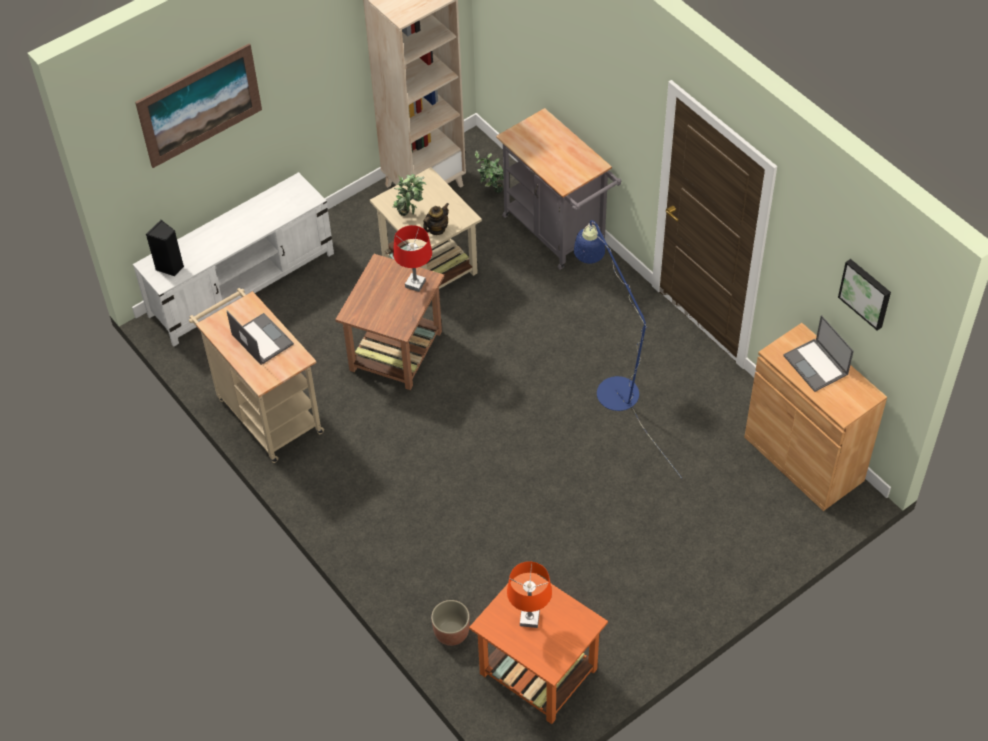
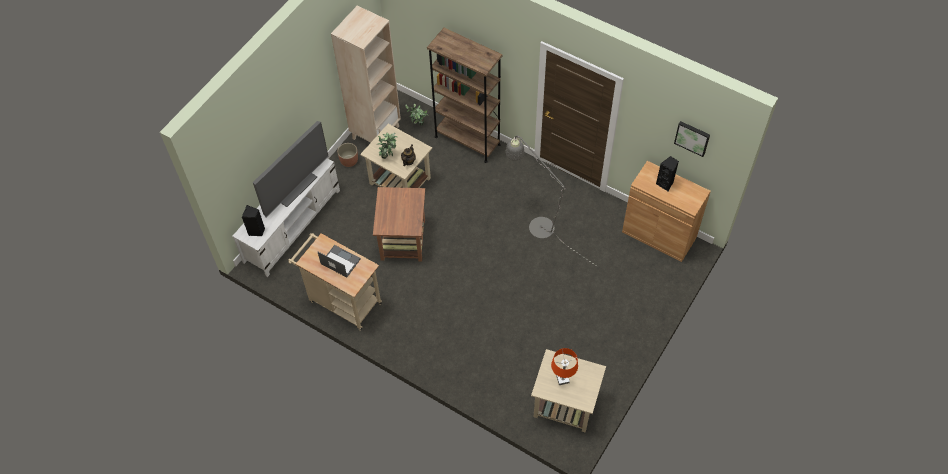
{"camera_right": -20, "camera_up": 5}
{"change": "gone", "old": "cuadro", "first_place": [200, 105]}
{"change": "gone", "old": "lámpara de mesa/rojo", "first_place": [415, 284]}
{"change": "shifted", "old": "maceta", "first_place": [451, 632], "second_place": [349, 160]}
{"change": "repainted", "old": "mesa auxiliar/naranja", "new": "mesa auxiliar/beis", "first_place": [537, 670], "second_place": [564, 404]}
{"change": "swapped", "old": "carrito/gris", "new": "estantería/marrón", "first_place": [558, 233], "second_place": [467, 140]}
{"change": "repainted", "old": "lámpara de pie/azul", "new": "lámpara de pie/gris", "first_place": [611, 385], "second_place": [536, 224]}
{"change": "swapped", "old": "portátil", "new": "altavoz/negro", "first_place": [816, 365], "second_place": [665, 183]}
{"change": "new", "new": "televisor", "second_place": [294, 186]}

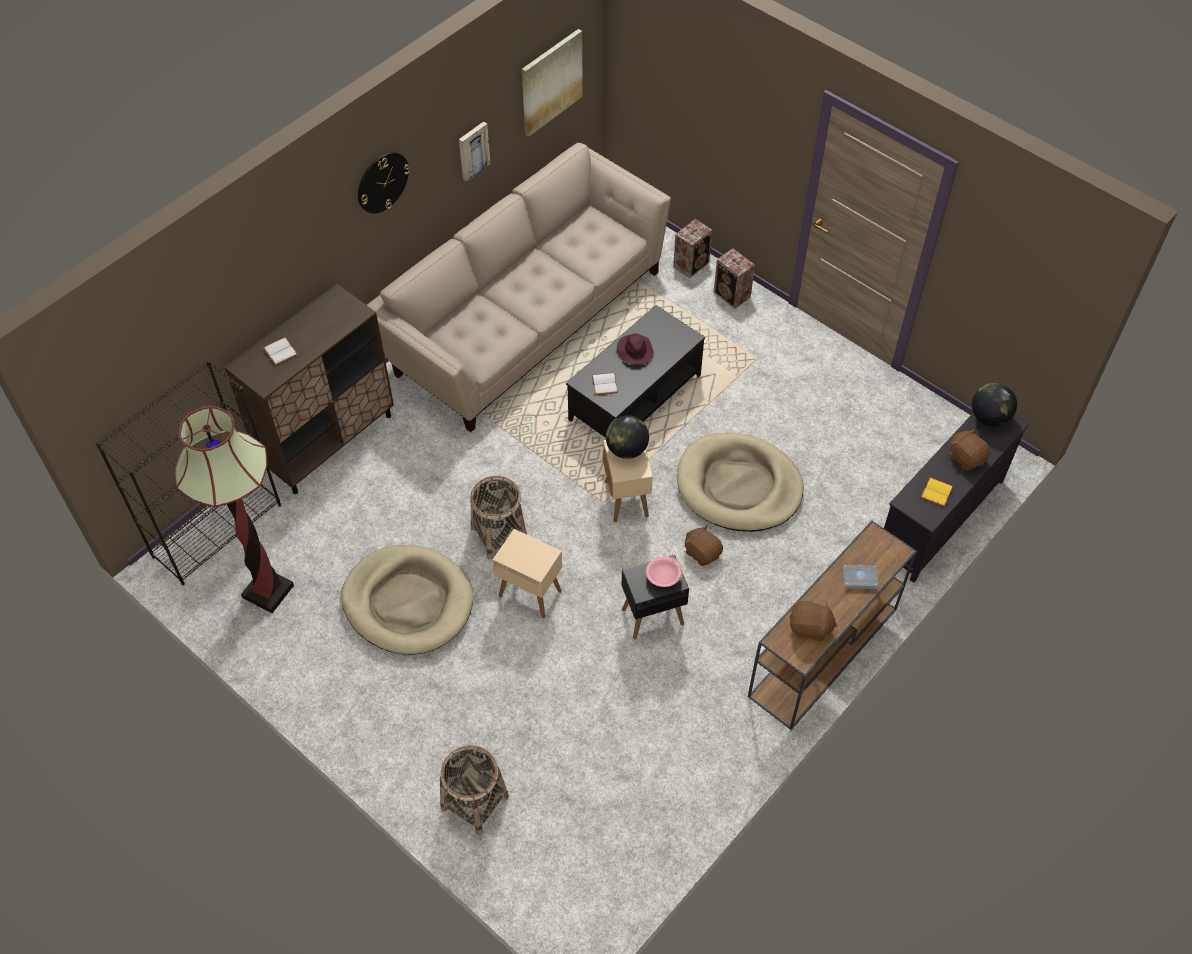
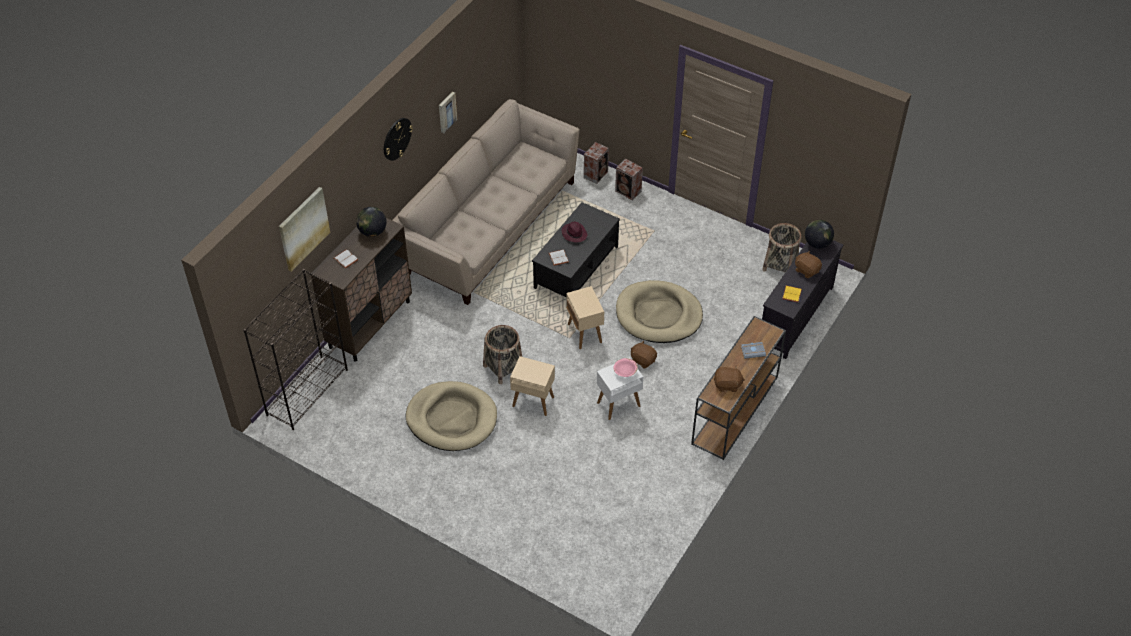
{"camera_right": -10, "camera_up": -5}
{"change": "gone", "old": "lámpara de pie", "first_place": [268, 591]}
{"change": "shifted", "old": "cesta", "first_place": [475, 803], "second_place": [780, 265]}
{"change": "shifted", "old": "cuadro", "first_place": [551, 82], "second_place": [303, 228]}
{"change": "shifted", "old": "globo terráqueo", "first_place": [626, 449], "second_place": [372, 232]}
{"change": "repainted", "old": "mesa auxiliar/negro", "new": "mesa auxiliar/blanco", "first_place": [652, 617], "second_place": [618, 404]}

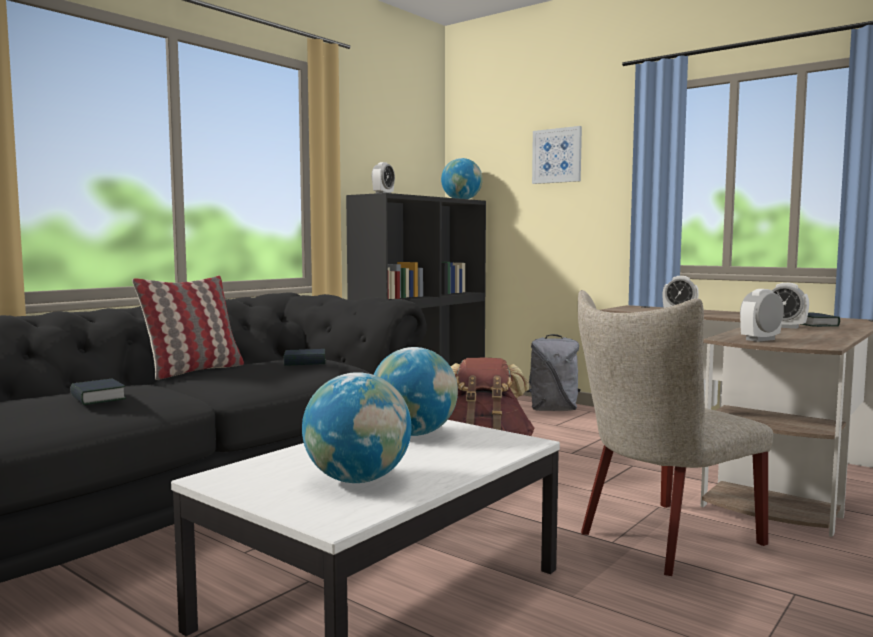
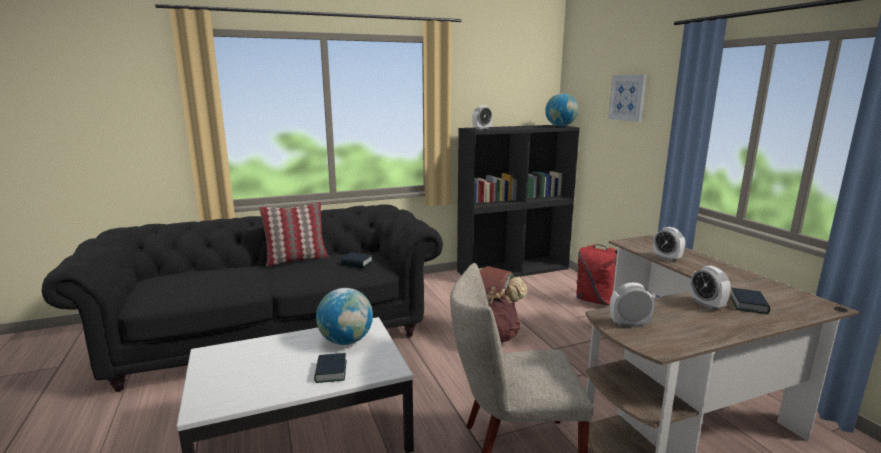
{"camera_right": 30, "camera_up": 10}
{"change": "shifted", "old": "libro", "first_place": [98, 398], "second_place": [331, 372]}
{"change": "gone", "old": "globo terráqueo", "first_place": [358, 480]}
{"change": "repainted", "old": "mochila/gris", "new": "mochila/rojo", "first_place": [553, 410], "second_place": [595, 300]}

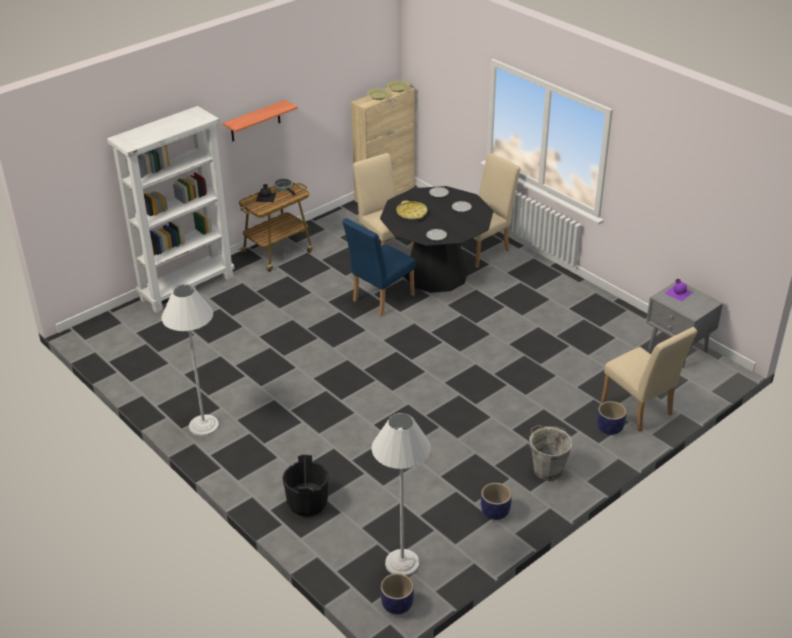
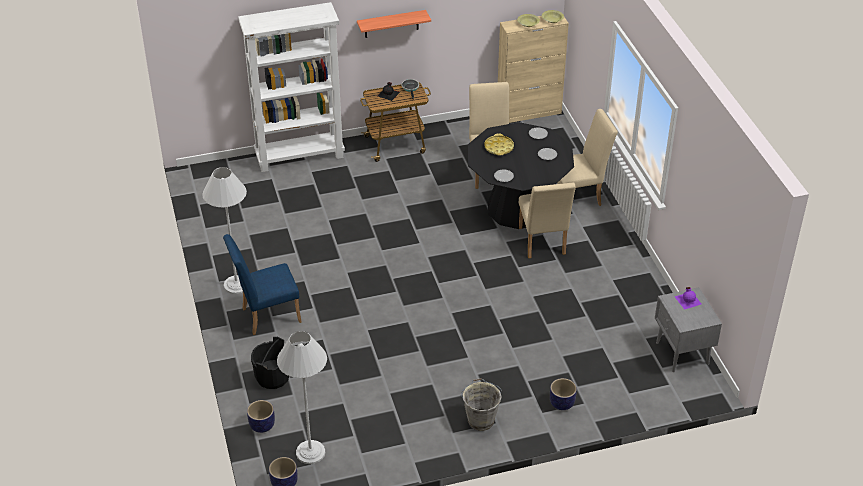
{"camera_right": 25, "camera_up": 5}
{"change": "shifted", "old": "silla/azul", "first_place": [379, 300], "second_place": [266, 316]}
{"change": "shifted", "old": "maceta", "first_place": [494, 512], "second_place": [262, 425]}
{"change": "shifted", "old": "silla/beis", "first_place": [640, 411], "second_place": [542, 244]}

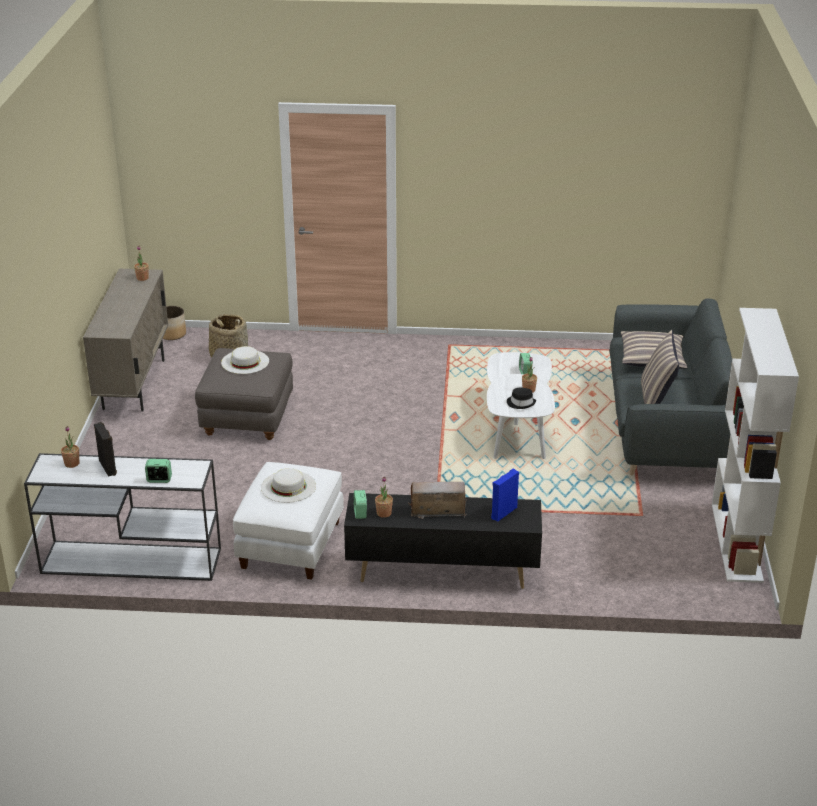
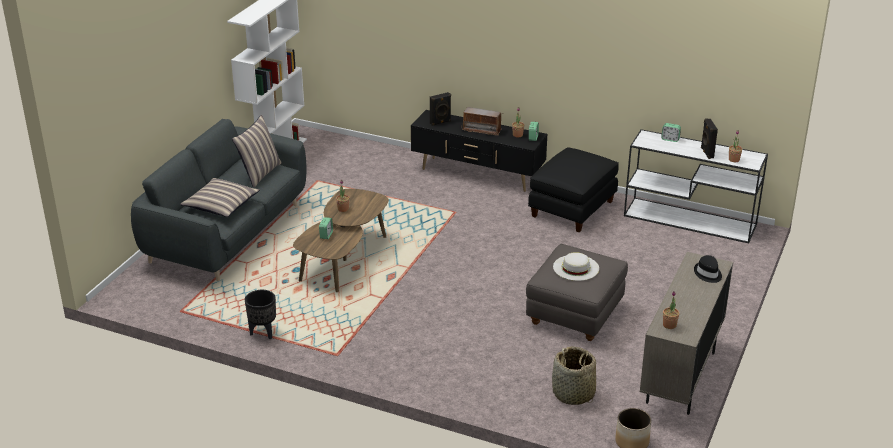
{"camera_right": -160, "camera_up": 0}
{"change": "repainted", "old": "puf/blanco", "new": "puf/negro", "first_place": [292, 545], "second_place": [572, 208]}
{"change": "gone", "old": "sombrero/blanco", "first_place": [288, 486]}
{"change": "repainted", "old": "mesa de centro/blanco", "new": "mesa de centro/marrón", "first_place": [517, 426], "second_place": [344, 259]}
{"change": "repainted", "old": "altavoz/azul", "new": "altavoz/negro", "first_place": [503, 512], "second_place": [440, 122]}
{"change": "shifted", "old": "sombrero/negro", "first_place": [521, 403], "second_place": [708, 274]}
{"change": "new", "new": "maceta/negro", "second_place": [263, 332]}

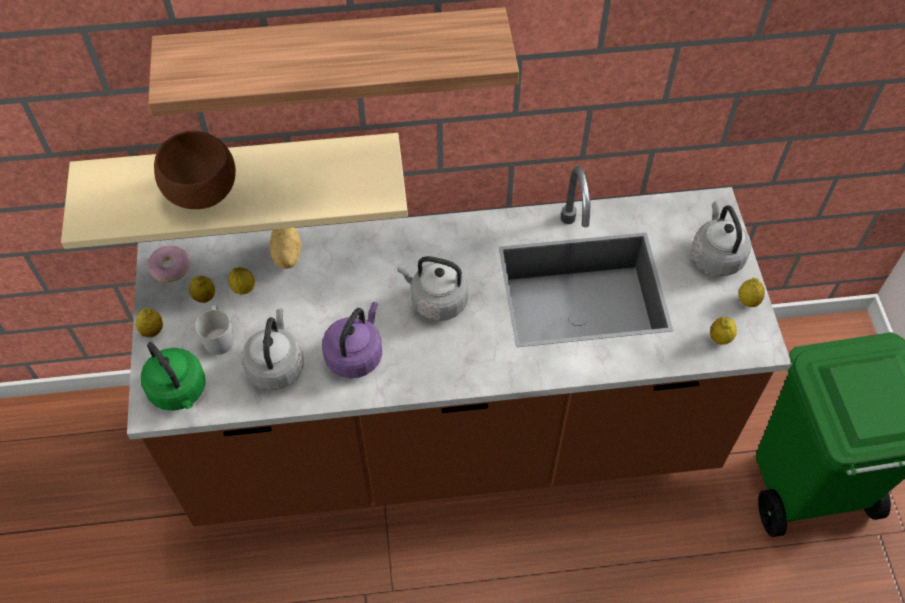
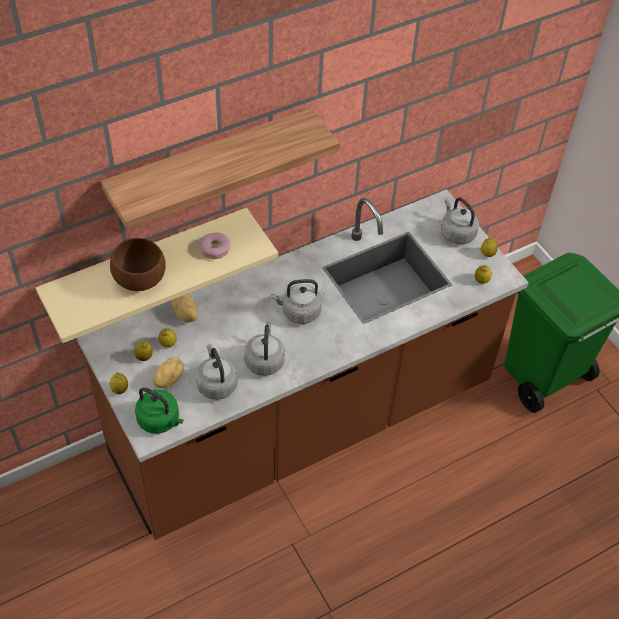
{"camera_right": -25, "camera_up": -5}
{"change": "shifted", "old": "rosquilla", "first_place": [170, 267], "second_place": [214, 249]}
{"change": "swapped", "old": "taza grande/blanco", "new": "patata", "first_place": [219, 337], "second_place": [168, 378]}
{"change": "repainted", "old": "hervidor/morado", "new": "hervidor/gris", "first_place": [355, 354], "second_place": [264, 360]}

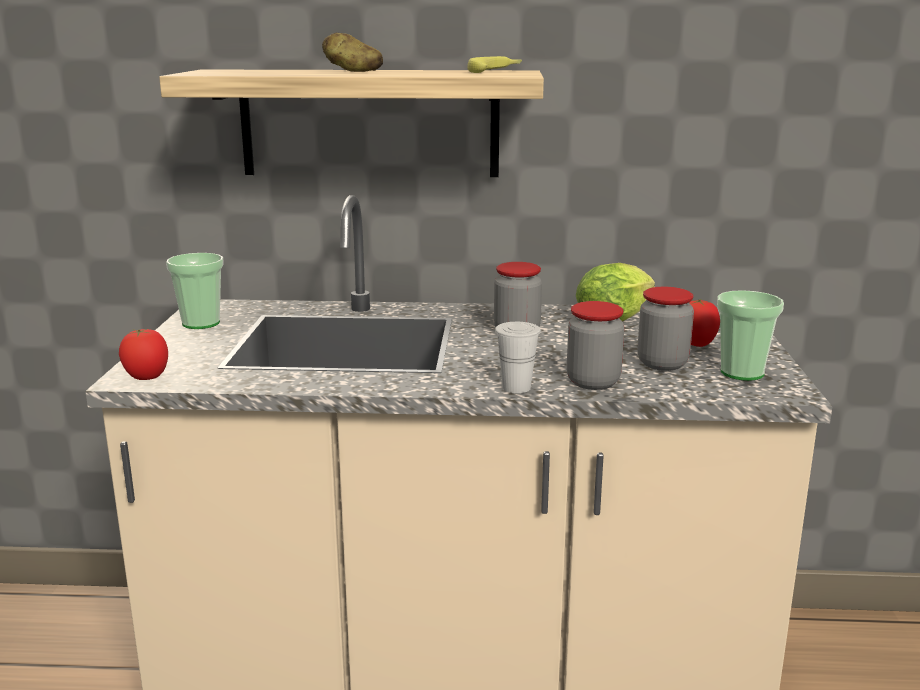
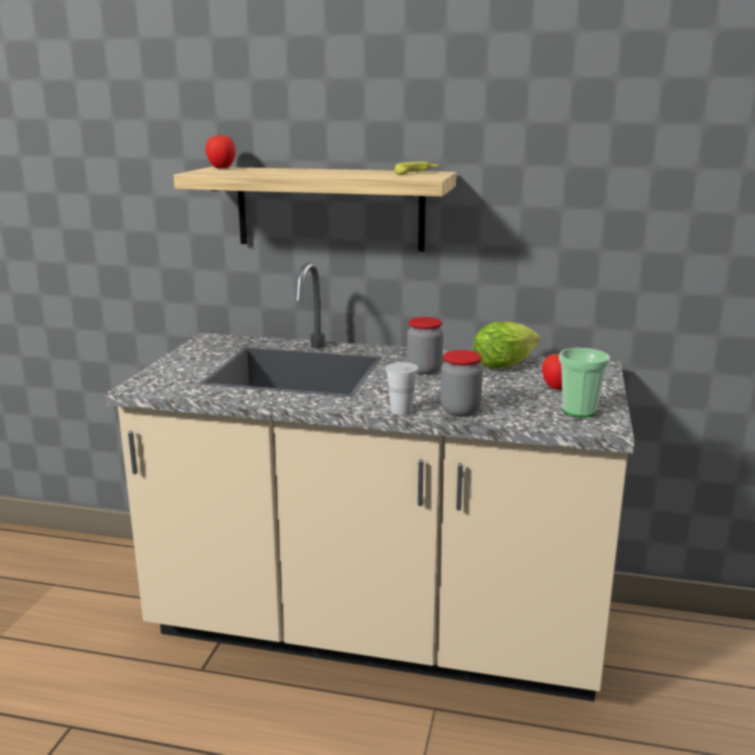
{"camera_right": 10, "camera_up": 0}
{"change": "shifted", "old": "tomate", "first_place": [147, 378], "second_place": [221, 168]}
{"change": "gone", "old": "taza", "first_place": [201, 323]}
{"change": "gone", "old": "patata", "first_place": [352, 71]}
{"change": "gone", "old": "tarro", "first_place": [662, 363]}

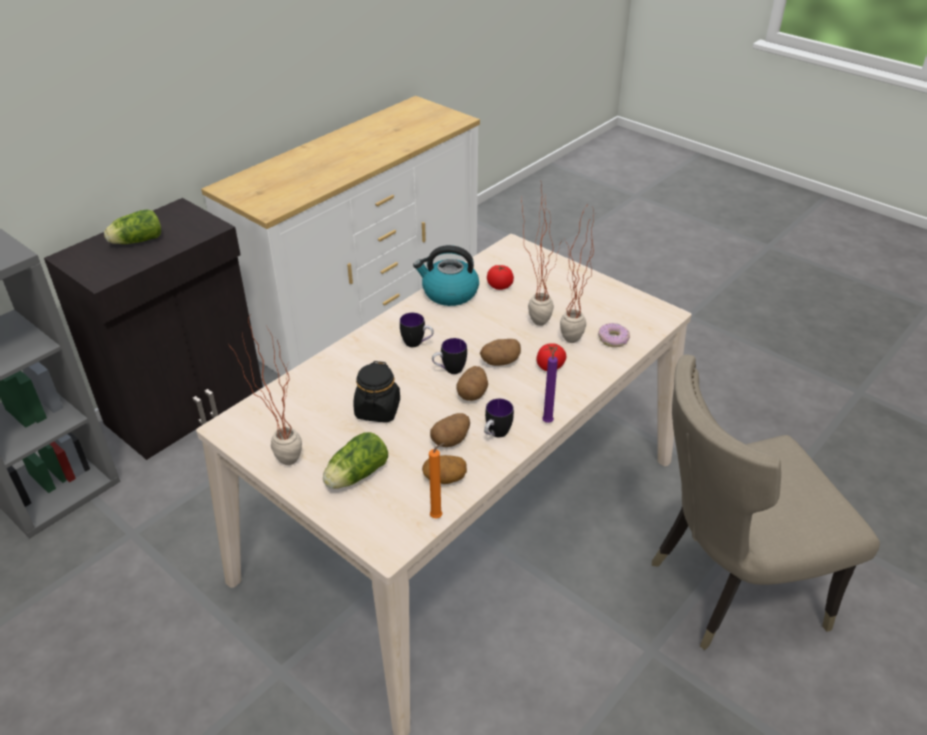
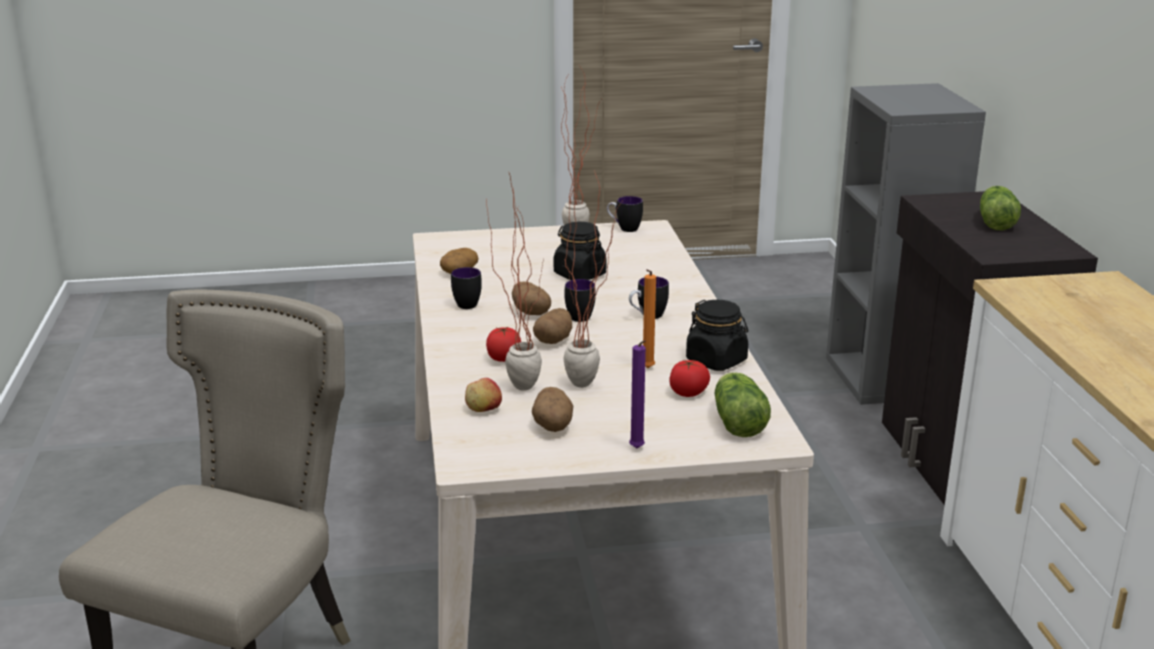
{"camera_right": 130, "camera_up": -15}
{"change": "shifted", "old": "lechuga", "first_place": [355, 476], "second_place": [737, 421]}
{"change": "swapped", "old": "hervidor", "new": "tarro/negro", "first_place": [449, 293], "second_place": [716, 361]}
{"change": "shifted", "old": "vela/naranja", "first_place": [438, 516], "second_place": [646, 369]}
{"change": "shifted", "old": "patata", "first_place": [451, 440], "second_place": [553, 426]}
{"change": "shifted", "old": "vela/morado", "first_place": [548, 421], "second_place": [637, 449]}
{"change": "swapped", "old": "rosquilla", "new": "manzana", "first_place": [613, 339], "second_place": [483, 409]}
{"change": "new", "new": "taza grande", "second_place": [624, 228]}

